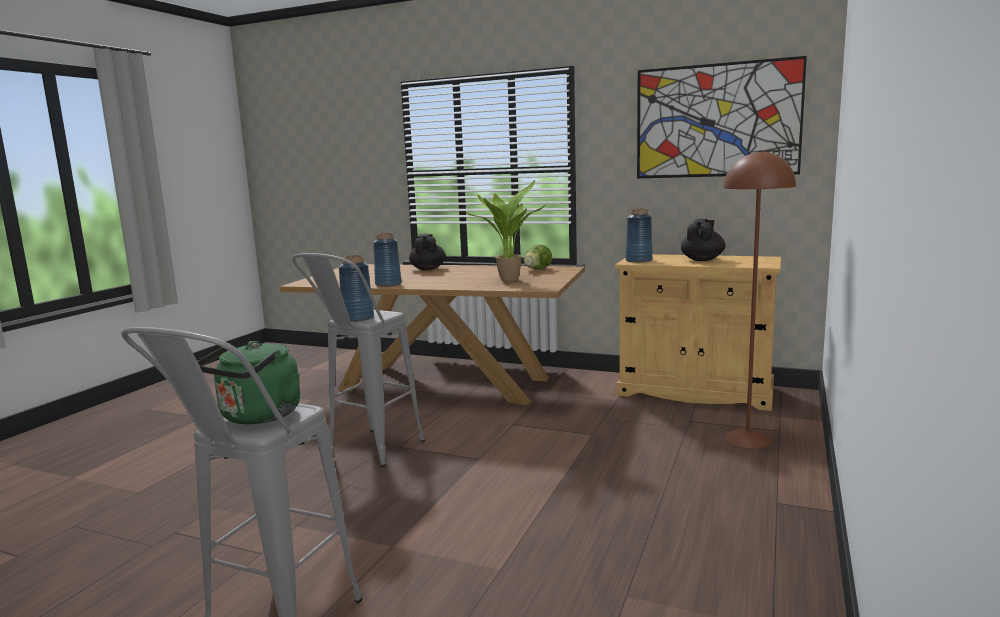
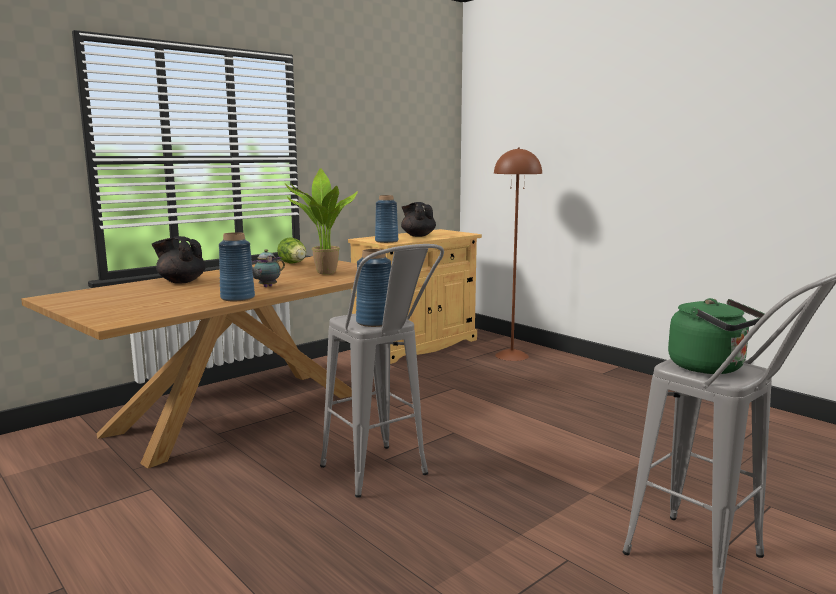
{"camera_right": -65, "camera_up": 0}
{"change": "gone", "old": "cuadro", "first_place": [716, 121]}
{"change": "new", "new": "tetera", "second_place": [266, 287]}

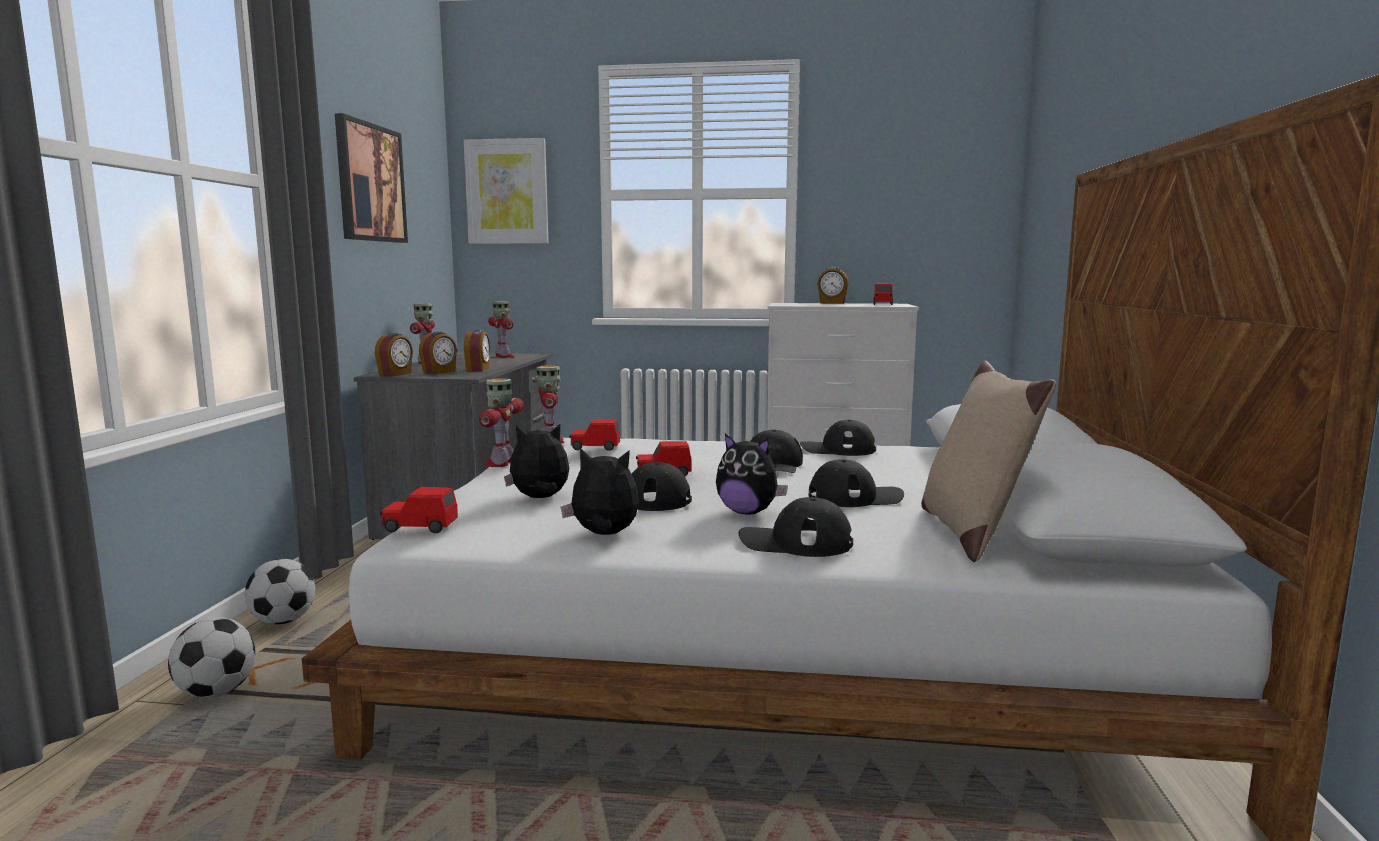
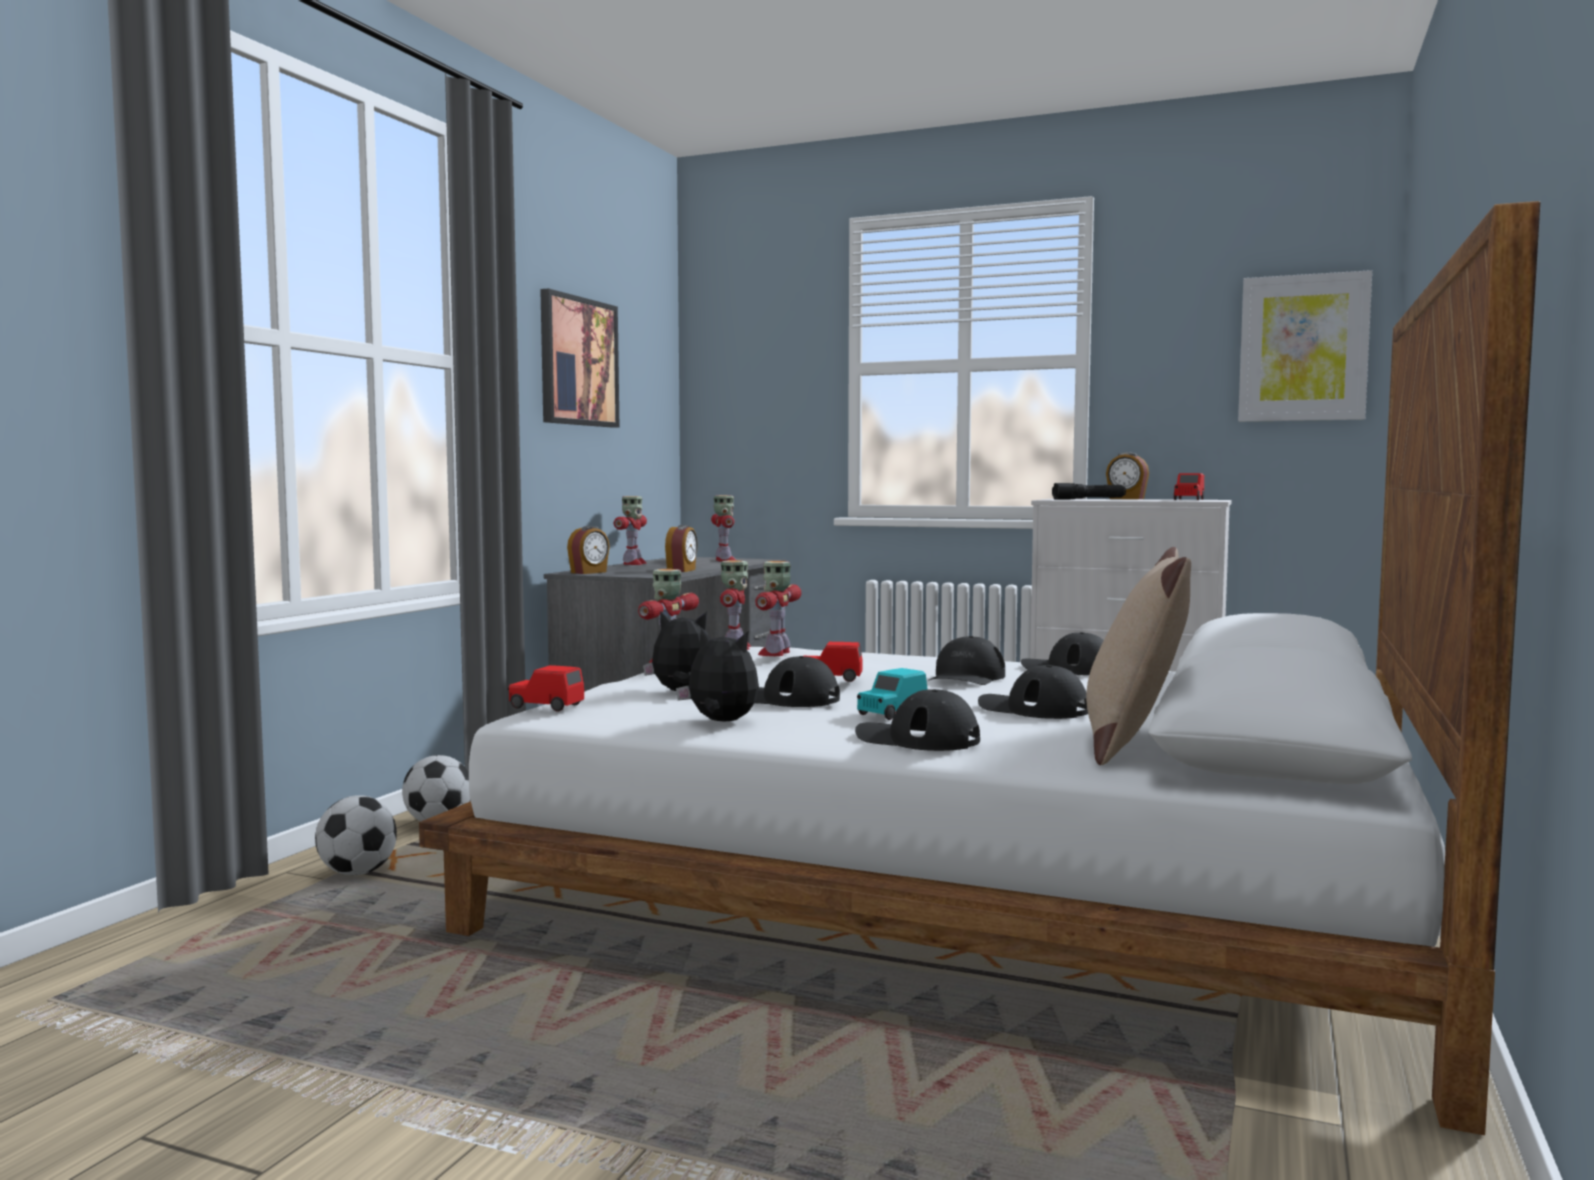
{"camera_right": 15, "camera_up": -5}
{"change": "gone", "old": "despertador", "first_place": [439, 372]}
{"change": "shifted", "old": "cuadro", "first_place": [507, 192], "second_place": [1303, 348]}
{"change": "swapped", "old": "coche de juguete/rojo", "new": "robot de juguete", "first_place": [595, 448], "second_place": [776, 653]}
{"change": "swapped", "old": "peluche", "new": "coche de juguete/turquesa", "first_place": [748, 512], "second_place": [892, 713]}
{"change": "rotated", "old": "gorra/negro", "first_place": [855, 497], "second_place": [1033, 709], "degrees": -150}
{"change": "new", "new": "linterna/negro", "second_place": [1089, 499]}

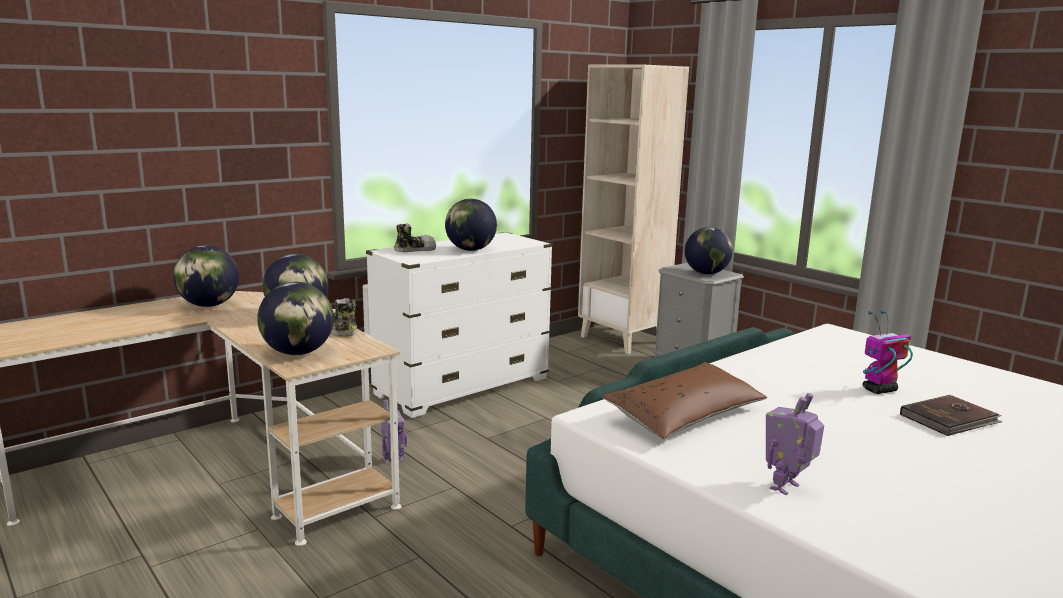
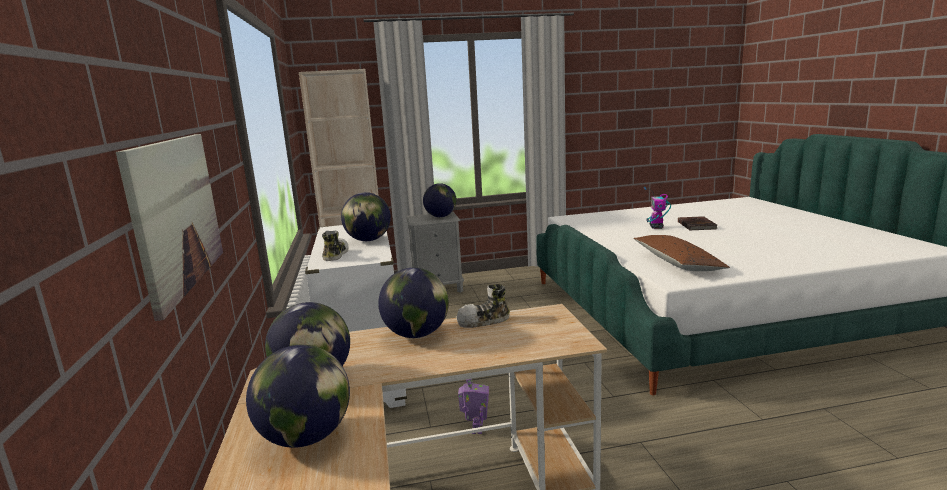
{"camera_right": -60, "camera_up": 0}
{"change": "shifted", "old": "globo terráqueo", "first_place": [298, 353], "second_place": [306, 437]}
{"change": "gone", "old": "robot de juguete", "first_place": [786, 488]}
{"change": "new", "new": "cuadro", "second_place": [177, 213]}

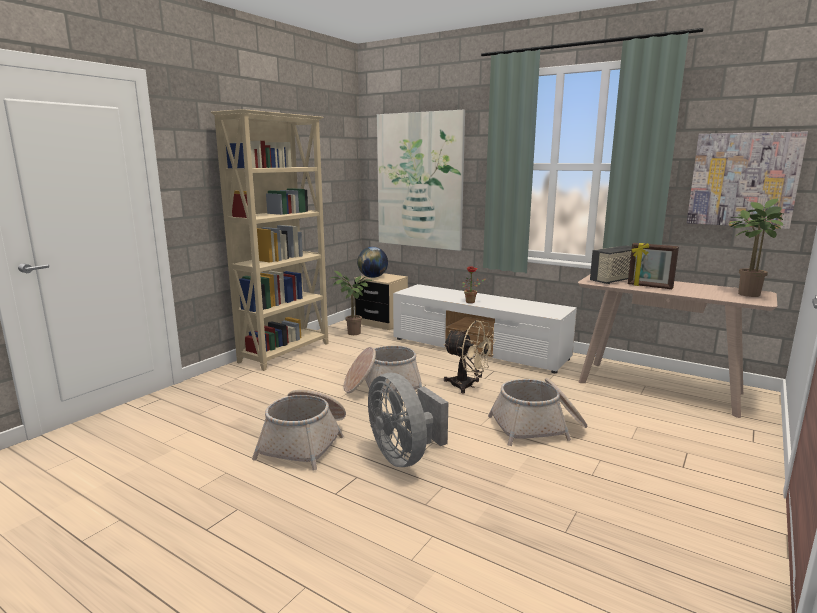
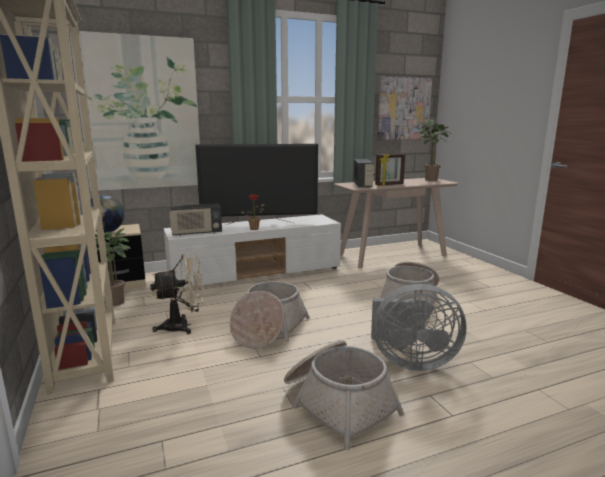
{"camera_right": -55, "camera_up": 0}
{"change": "shifted", "old": "ventilador/beis", "first_place": [467, 386], "second_place": [183, 326]}
{"change": "new", "new": "radio", "second_place": [196, 233]}
{"change": "new", "new": "televisor", "second_place": [259, 224]}

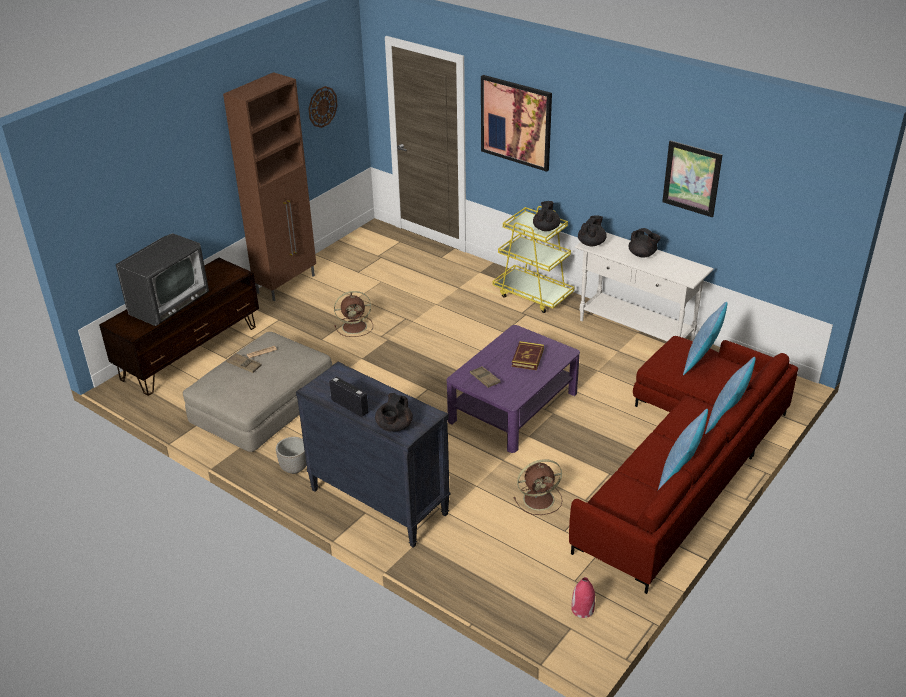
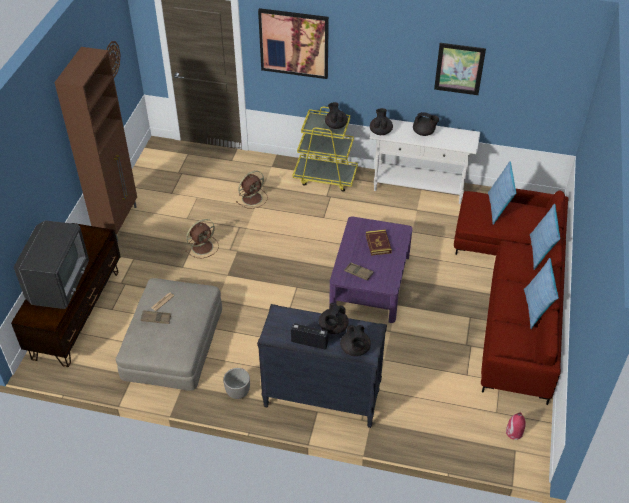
{"camera_right": -25, "camera_up": 10}
{"change": "shifted", "old": "ventilador/marrón", "first_place": [540, 499], "second_place": [253, 198]}
{"change": "new", "new": "tetera/negro", "second_place": [333, 328]}

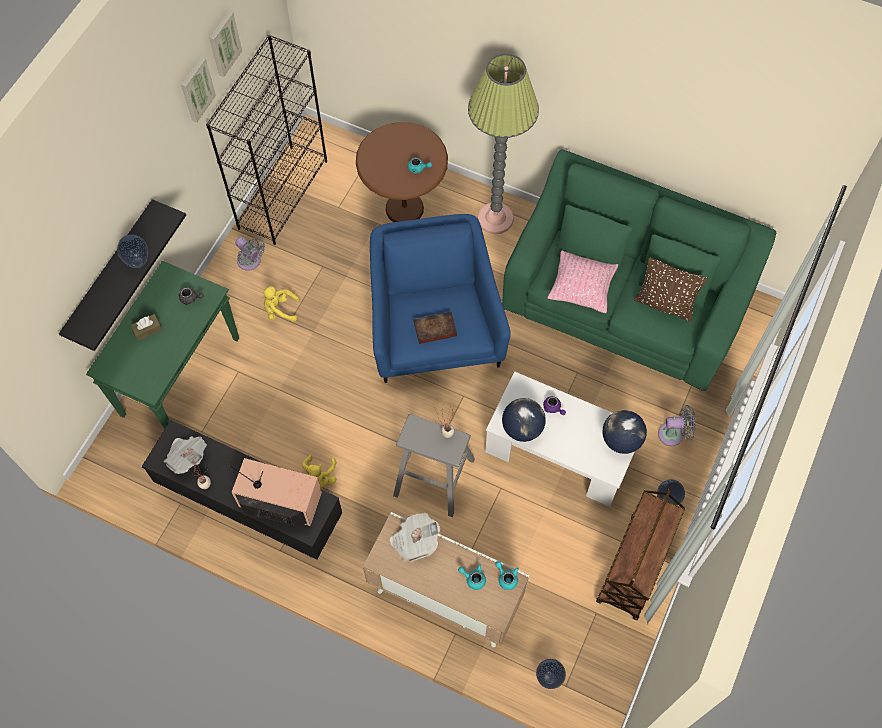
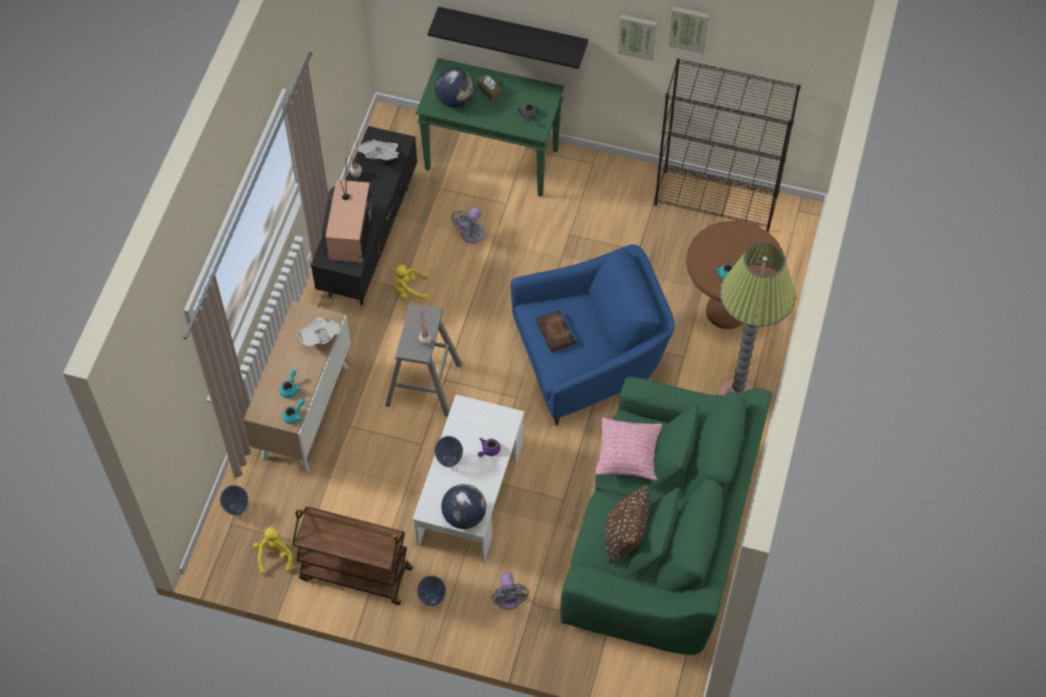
{"camera_right": 80, "camera_up": -5}
{"change": "shifted", "old": "florero", "first_place": [138, 261], "second_place": [449, 461]}
{"change": "shifted", "old": "cuadro", "first_place": [223, 43], "second_place": [637, 35]}
{"change": "shifted", "old": "ventilador/gris", "first_place": [250, 262], "second_place": [471, 235]}
{"change": "shifted", "old": "peluche/amarillo", "first_place": [280, 310], "second_place": [274, 555]}
{"change": "shifted", "old": "globo terráqueo", "first_place": [522, 428], "second_place": [455, 100]}

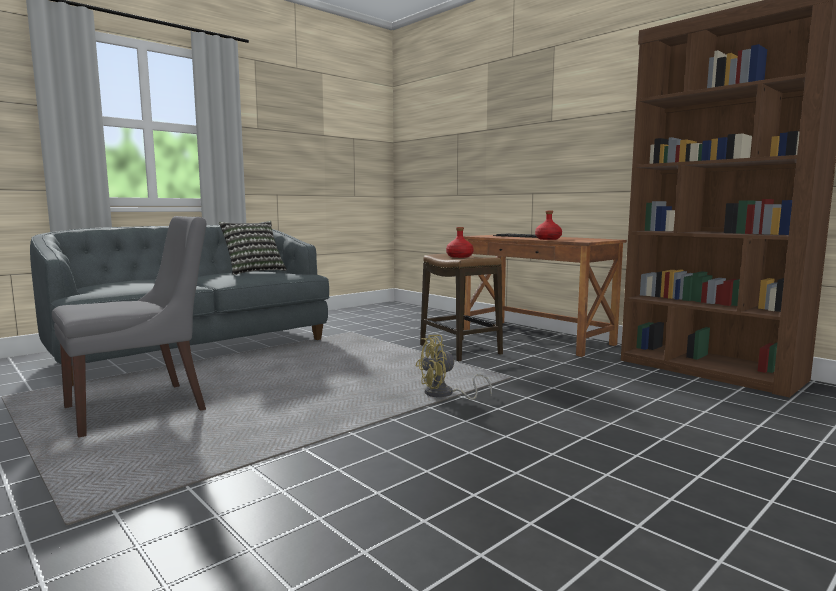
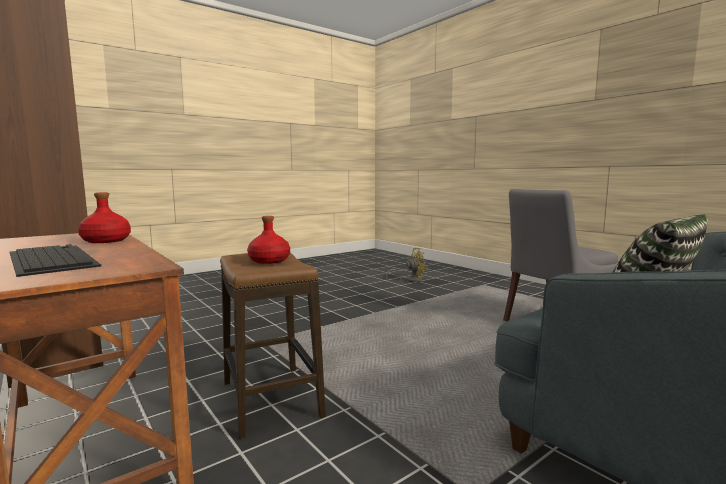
{"camera_right": -175, "camera_up": 0}
{"change": "shifted", "old": "ventilador/amarillo", "first_place": [445, 395], "second_place": [410, 280]}

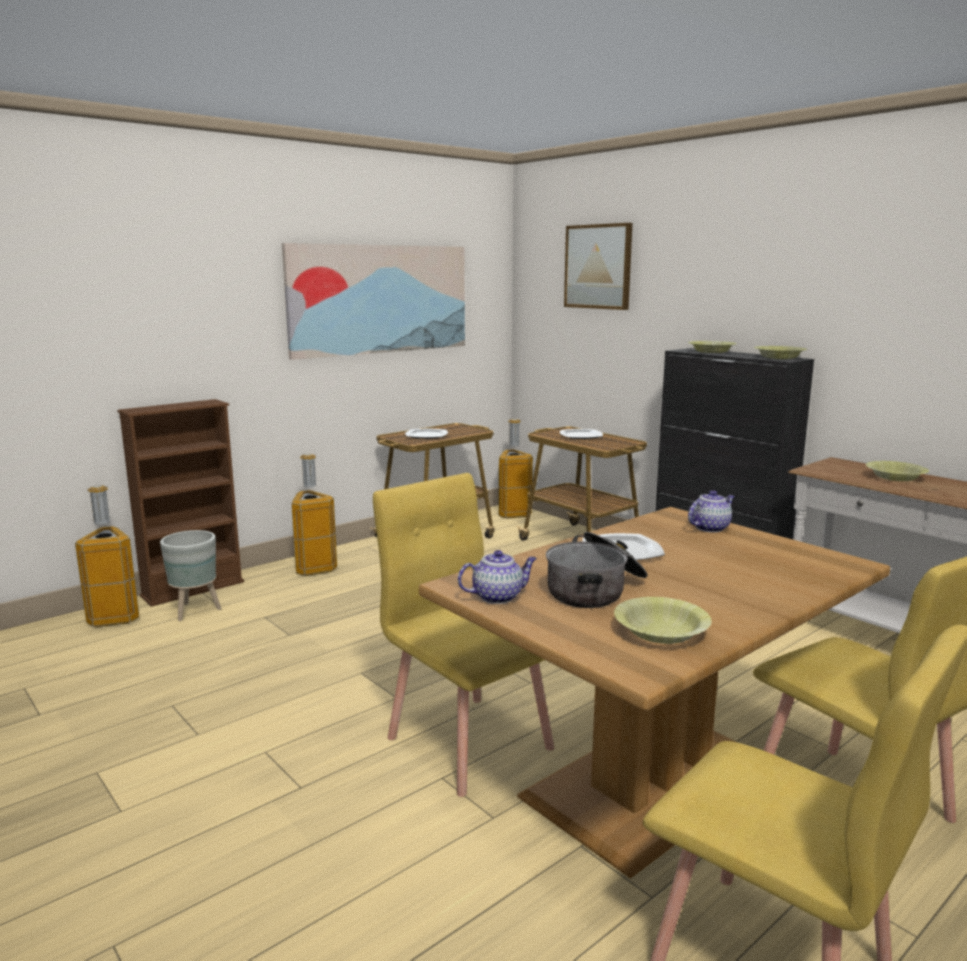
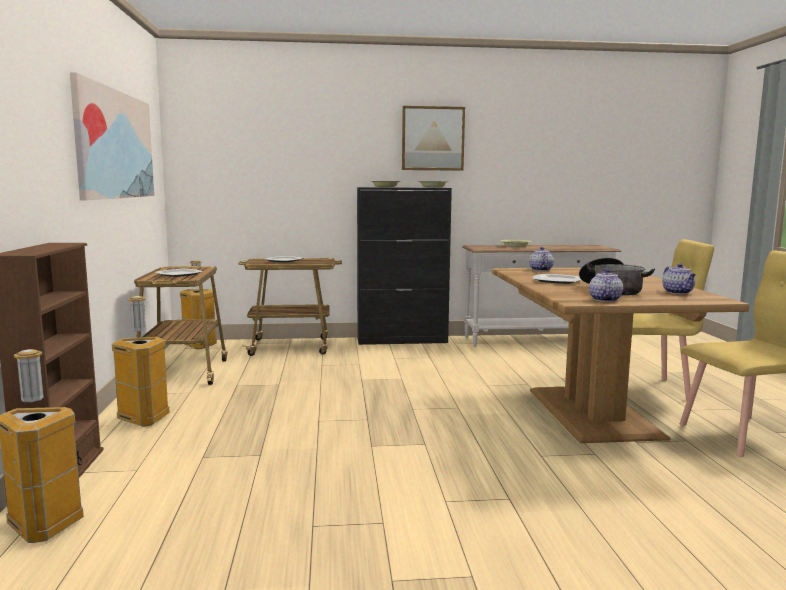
{"camera_right": -55, "camera_up": -5}
{"change": "gone", "old": "maceta/gris", "first_place": [195, 611]}
{"change": "gone", "old": "silla/amarillo", "first_place": [469, 741]}
{"change": "shifted", "old": "cuadro", "first_place": [598, 266], "second_place": [432, 138]}
{"change": "swapped", "old": "cuenco/amarillo", "new": "tetera", "first_place": [661, 632], "second_place": [678, 292]}

